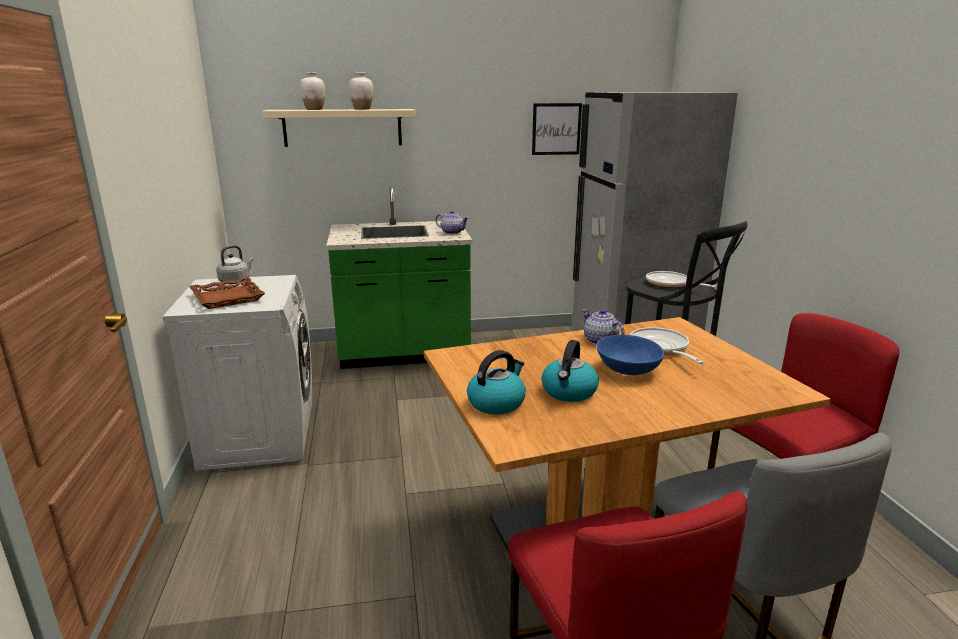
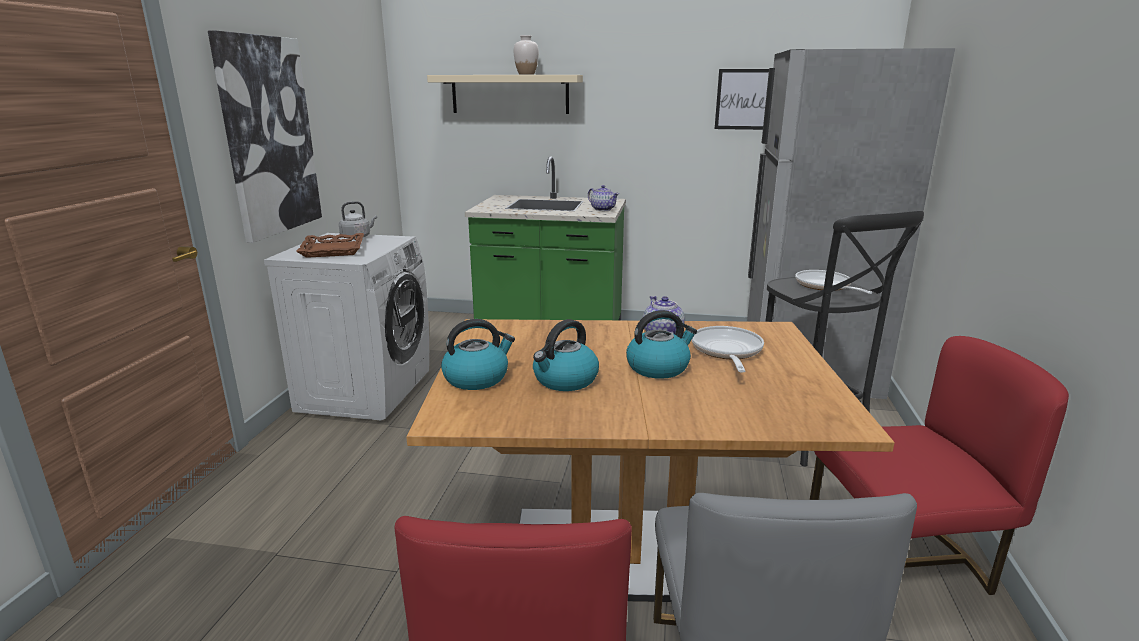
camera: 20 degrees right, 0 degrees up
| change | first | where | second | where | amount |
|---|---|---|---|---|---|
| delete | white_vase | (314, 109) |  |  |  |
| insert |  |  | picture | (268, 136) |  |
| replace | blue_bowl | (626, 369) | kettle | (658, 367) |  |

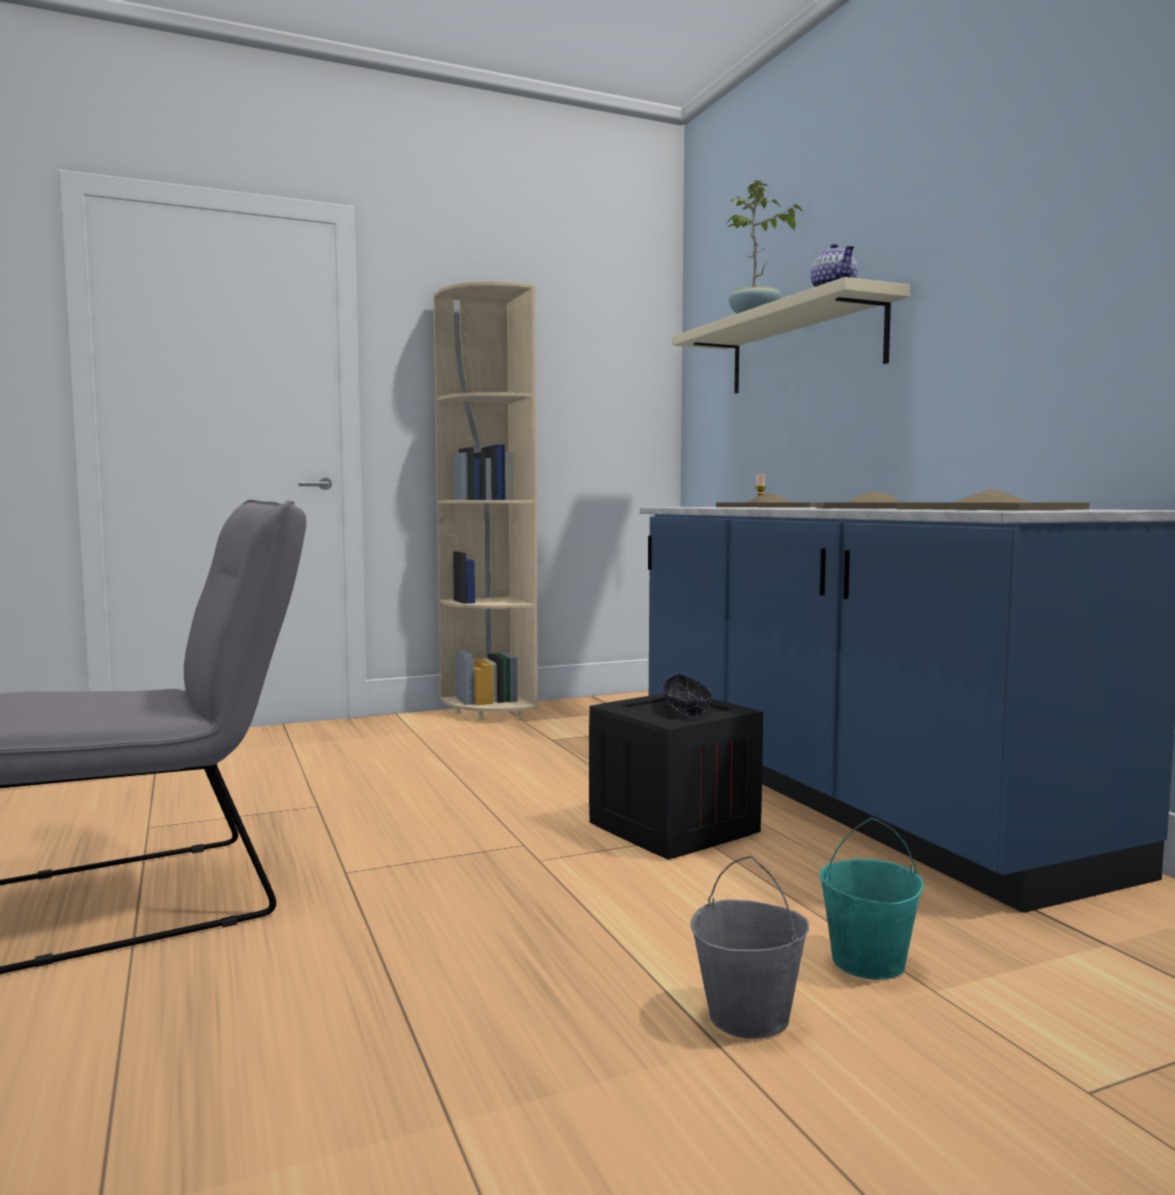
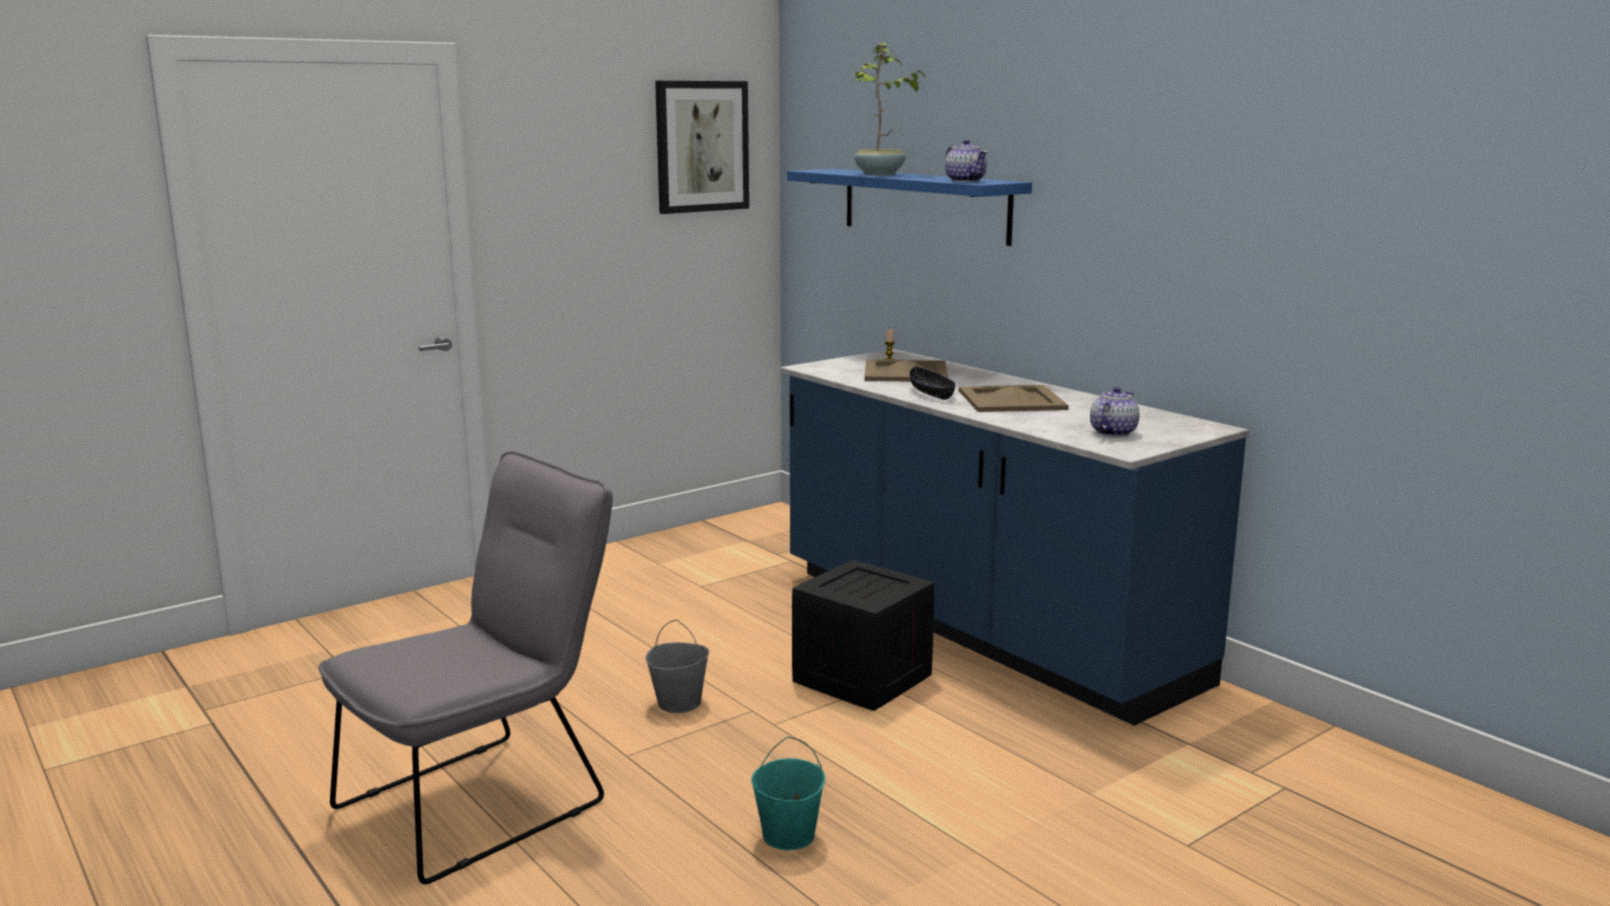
camera: 15 degrees left, 10 degrees up
| change | first | where | second | where | amount |
|---|---|---|---|---|---|
| delete | beige_bookcase | (489, 714) |  |  |  |
| insert |  |  | picture | (701, 146) |  |
| move | black_bowl | (686, 708) |  | (931, 393) |  |
| move | grey_bucket | (749, 1016) |  | (679, 703) |  |
| move | turquoise_bucket | (867, 961) |  | (788, 835) |  |
| replace | beige_tray | (989, 509) | teapot | (1112, 432) |  |
| recolor | beige_shelf | (803, 348) | blue_shelf | (924, 205) |  |

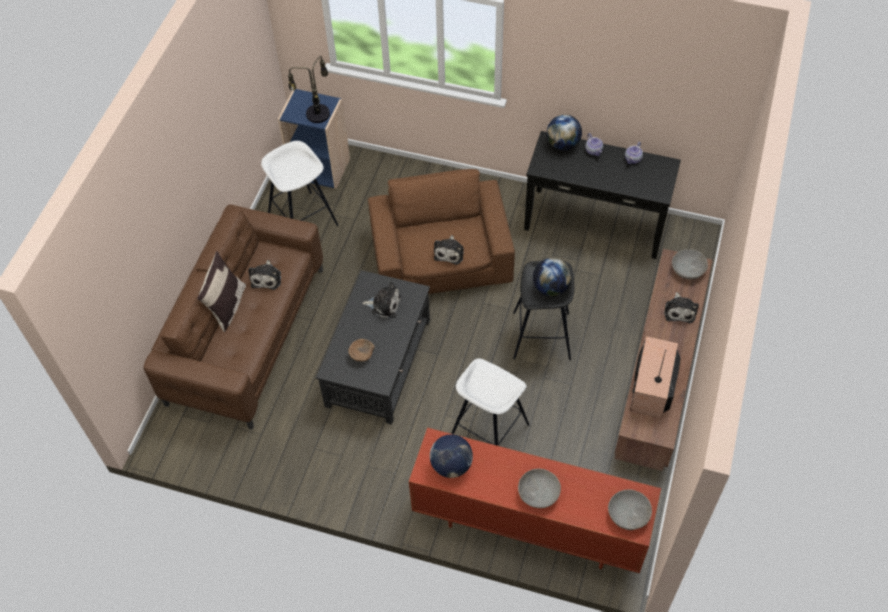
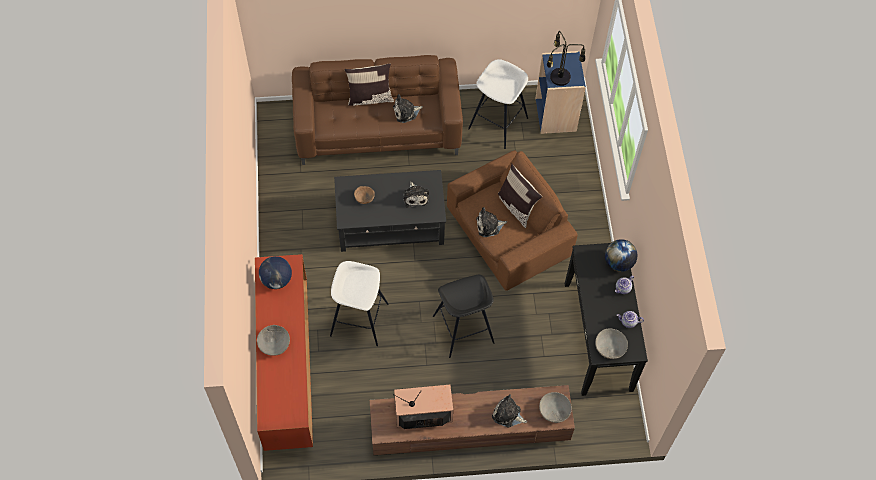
camera: 65 degrees right, 5 degrees up
| change | first | where | second | where | amount |
|---|---|---|---|---|---|
| delete | globe | (550, 288) |  |  |  |
| insert |  |  | pillow | (517, 207) |  |
| move | grey_bowl | (628, 514) |  | (610, 347) |  |
| rotate | plush_toy | (679, 310) |  | (508, 415) | 45 degrees clockwise |

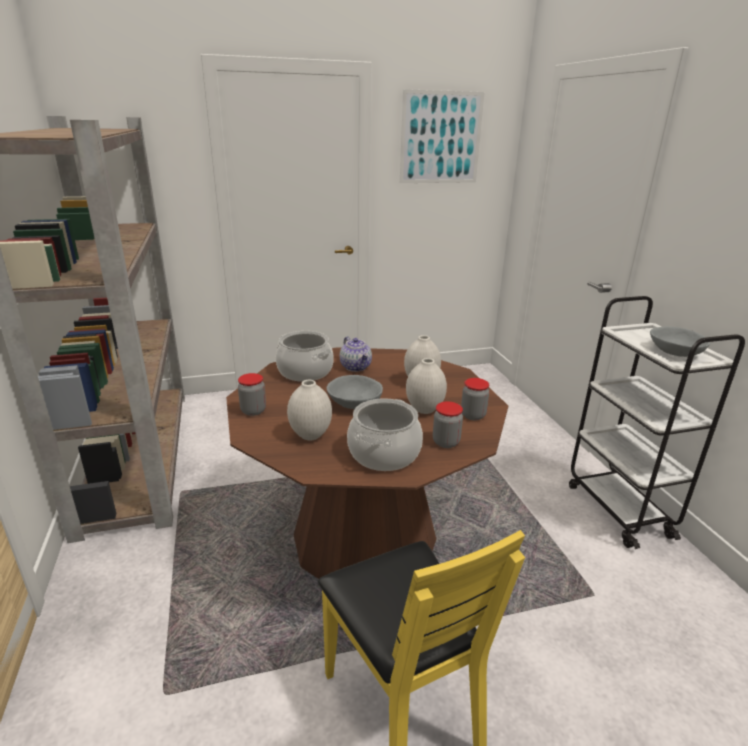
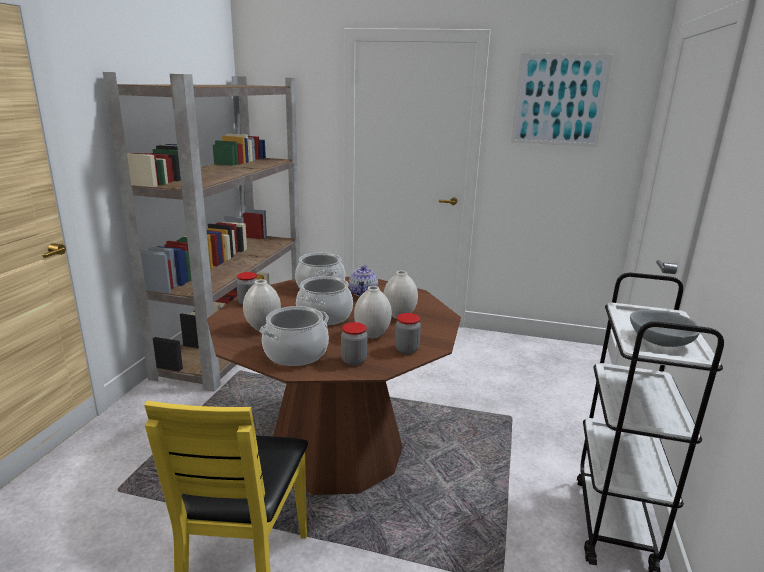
camera: 30 degrees right, 5 degrees down
| change | first | where | second | where | amount |
|---|---|---|---|---|---|
| replace | grey_bowl | (354, 403) | cooking_pot | (324, 316) |  |

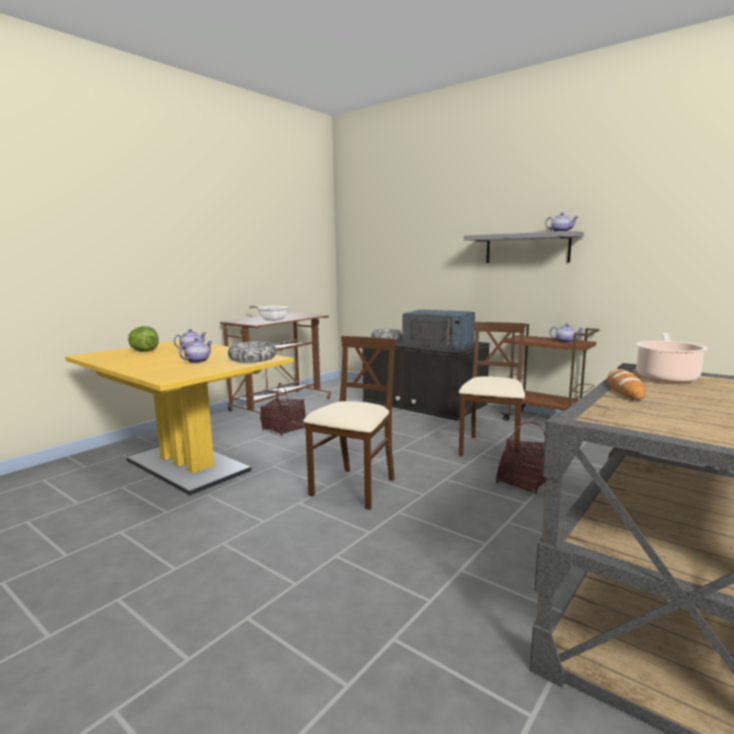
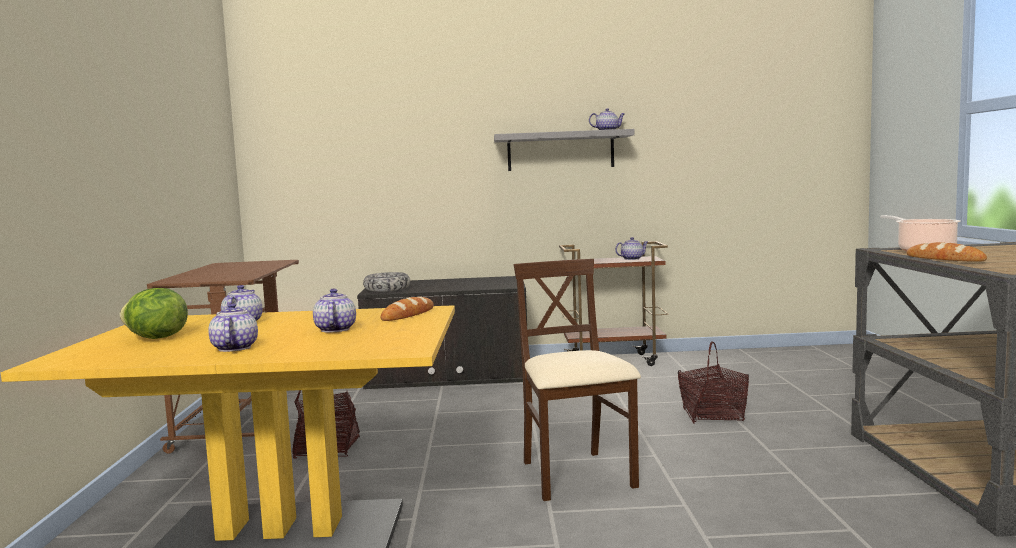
camera: 40 degrees left, 5 degrees down
| change | first | where | second | where | amount |
|---|---|---|---|---|---|
| delete | frying_pan | (271, 319) |  |  |  |
| delete | blue_microwave | (439, 344) |  |  |  |
| delete | beige_chair | (491, 449) |  |  |  |
| insert |  |  | teapot | (233, 348) |  |
| replace | bowl | (252, 359) | bread | (408, 314) |  |

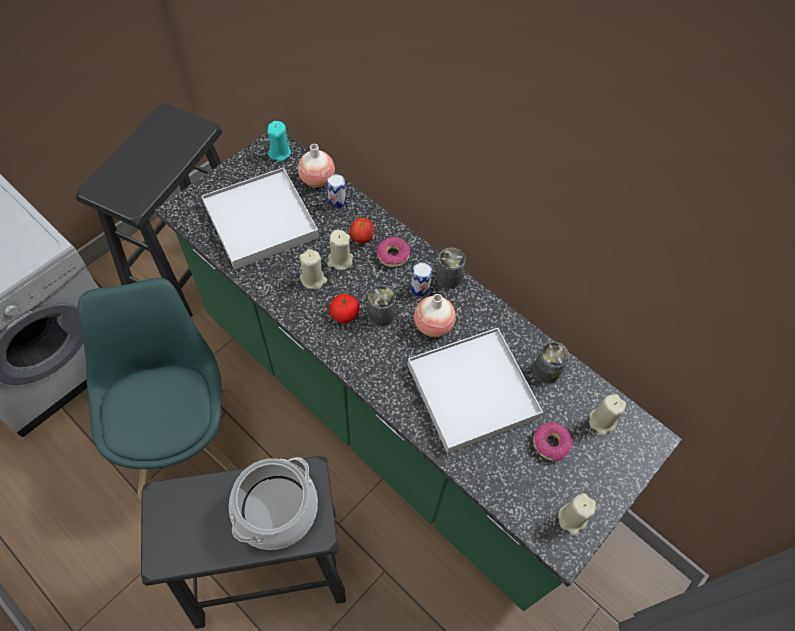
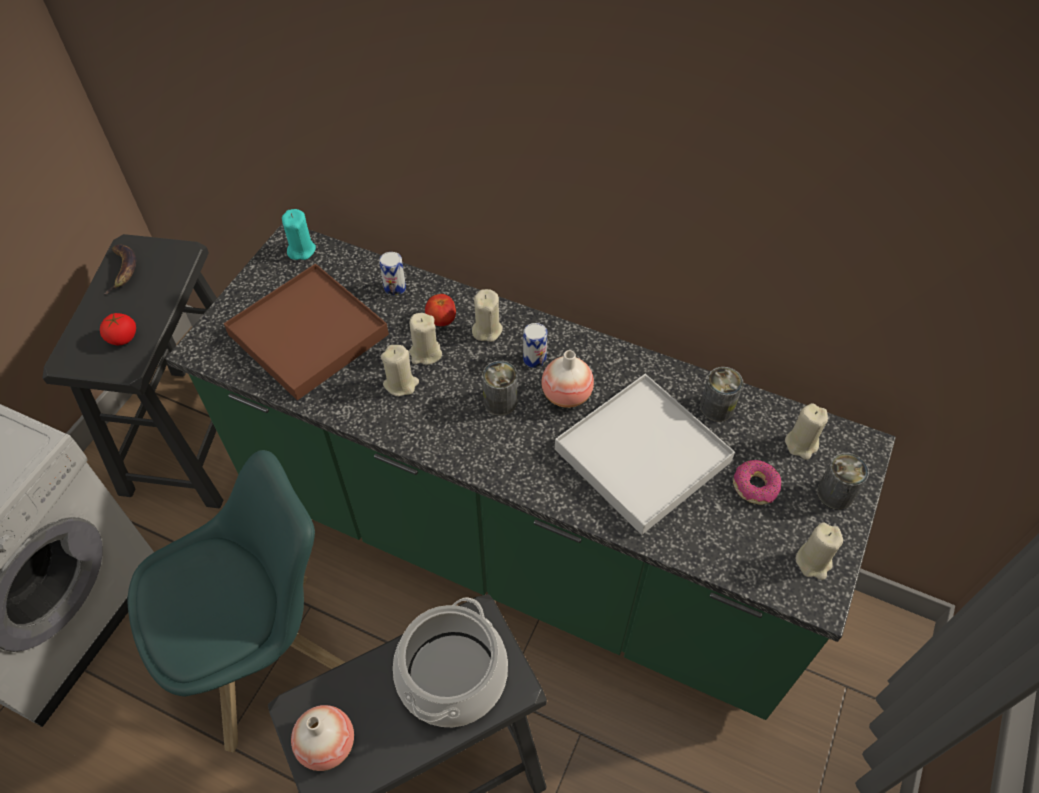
camera: 15 degrees left, 5 degrees down
| change | first | where | second | where | amount |
|---|---|---|---|---|---|
| insert |  |  | banana | (123, 270) |  |
| move | vase | (317, 179) |  | (327, 744) |  |
| move | tomato | (344, 315) |  | (123, 338) |  |
| move | can | (448, 278) |  | (835, 493) |  |
| replace | donut | (393, 255) | beige_candle | (487, 330) |  |
| recolor | white_tray | (261, 220) | brown_tray | (308, 334) |  |
| rotate | turquoise_chair | (186, 439) |  | (270, 657) | 90 degrees clockwise |

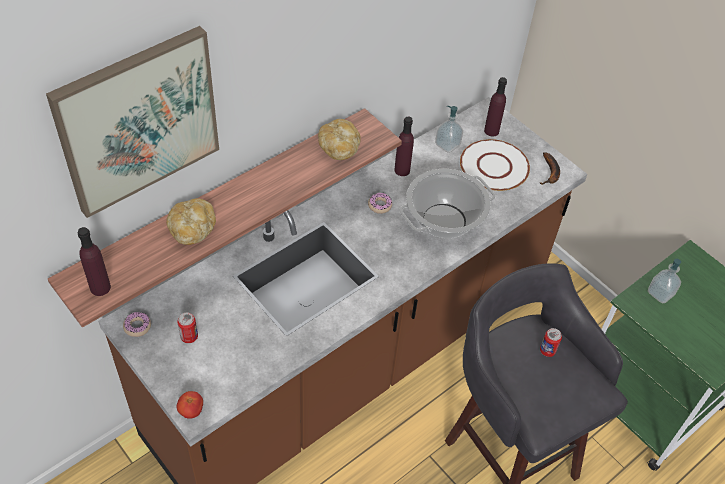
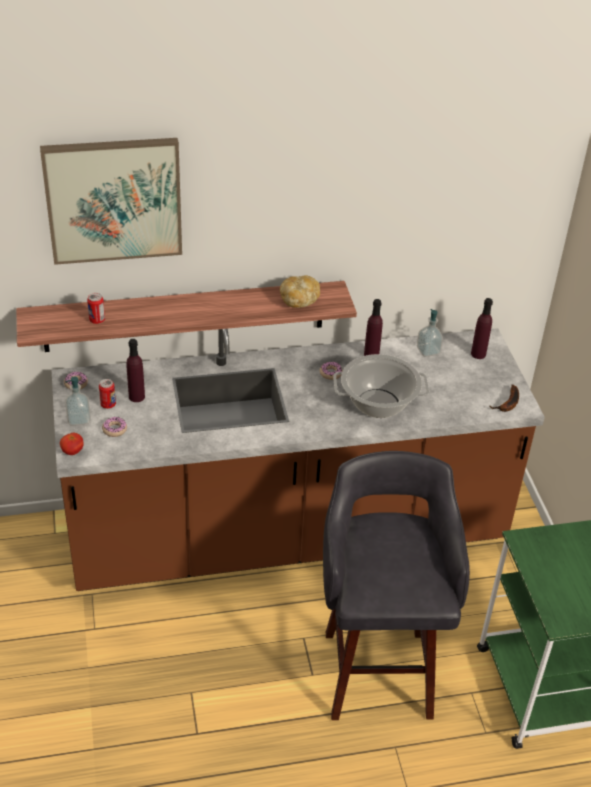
camera: 30 degrees right, 10 degrees down
| change | first | where | second | where | amount |
|---|---|---|---|---|---|
| delete | bread | (192, 229) |  |  |  |
| delete | white_plate | (493, 166) |  |  |  |
| insert |  |  | donut | (114, 429) |  |
| move | purple_bottle | (100, 287) |  | (136, 397) |  |
| move | can | (547, 350) |  | (97, 320) |  |
| move | soap_dispenser | (660, 293) |  | (79, 419) |  |

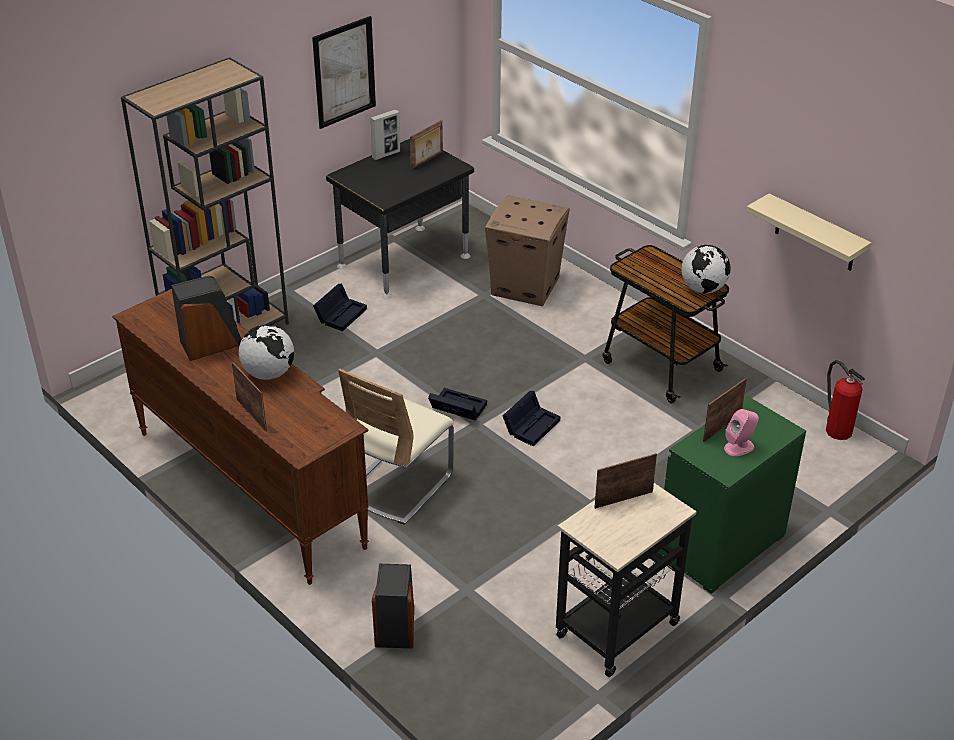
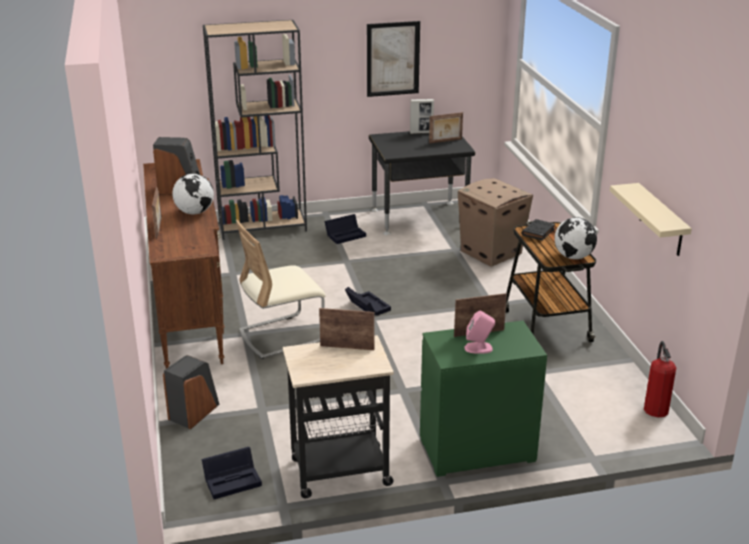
camera: 30 degrees right, 10 degrees down
| change | first | where | second | where | amount |
|---|---|---|---|---|---|
| insert |  |  | black_book | (538, 232) |  |
| move | black_storage_box | (531, 425) |  | (233, 480) |  |

